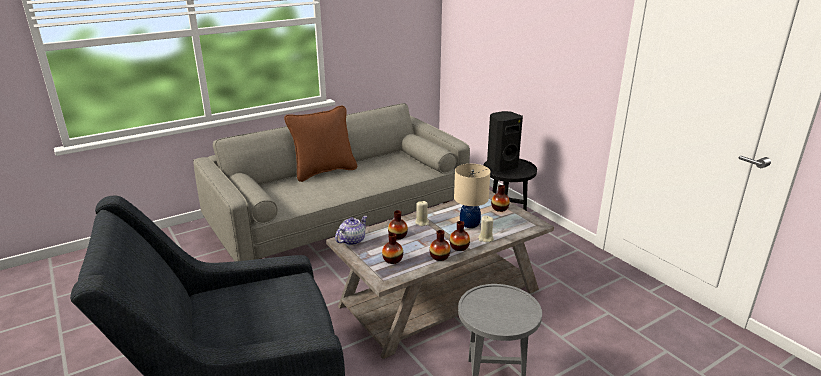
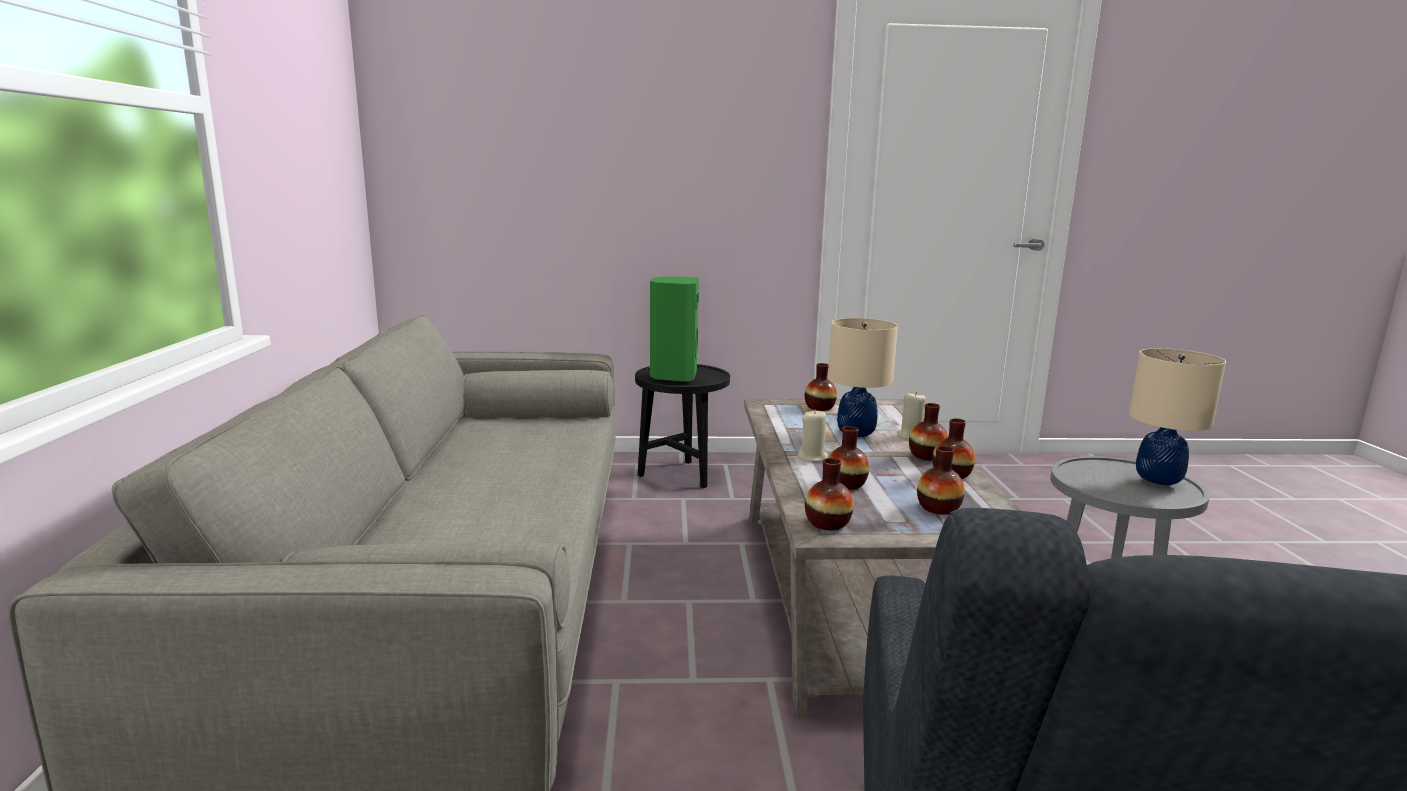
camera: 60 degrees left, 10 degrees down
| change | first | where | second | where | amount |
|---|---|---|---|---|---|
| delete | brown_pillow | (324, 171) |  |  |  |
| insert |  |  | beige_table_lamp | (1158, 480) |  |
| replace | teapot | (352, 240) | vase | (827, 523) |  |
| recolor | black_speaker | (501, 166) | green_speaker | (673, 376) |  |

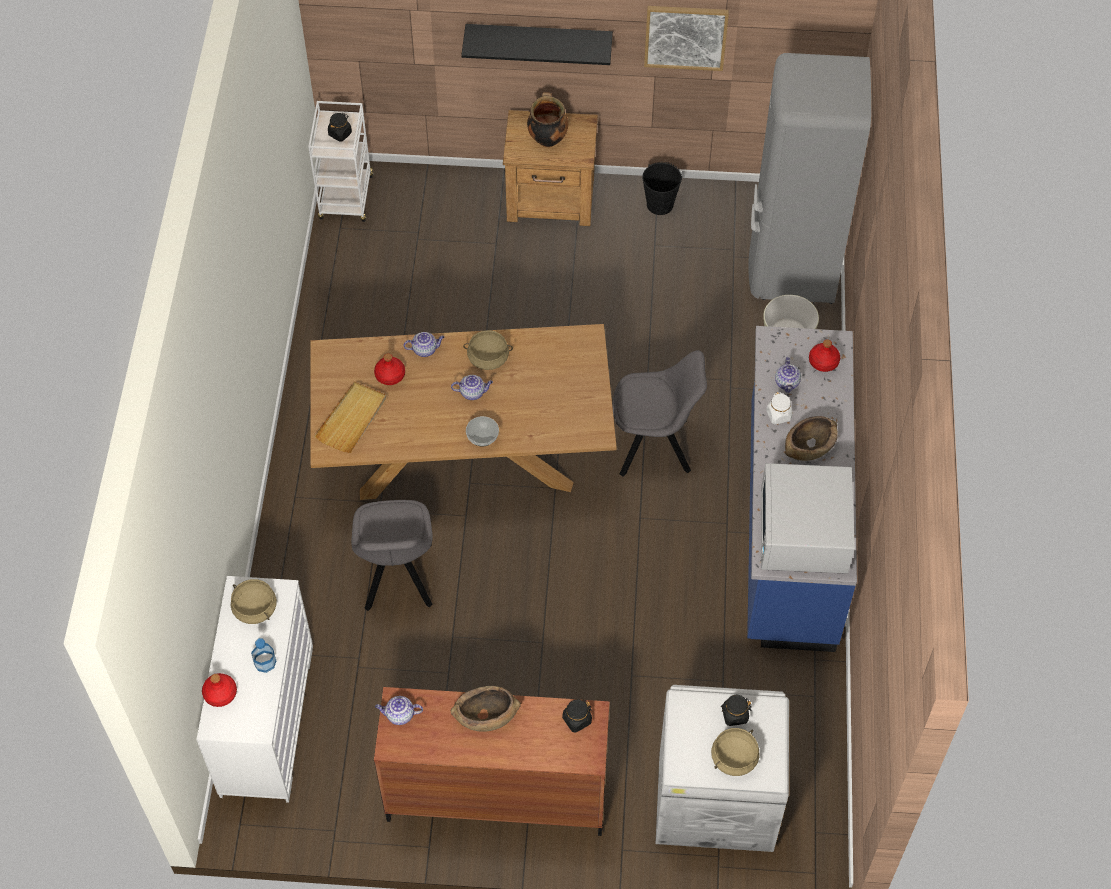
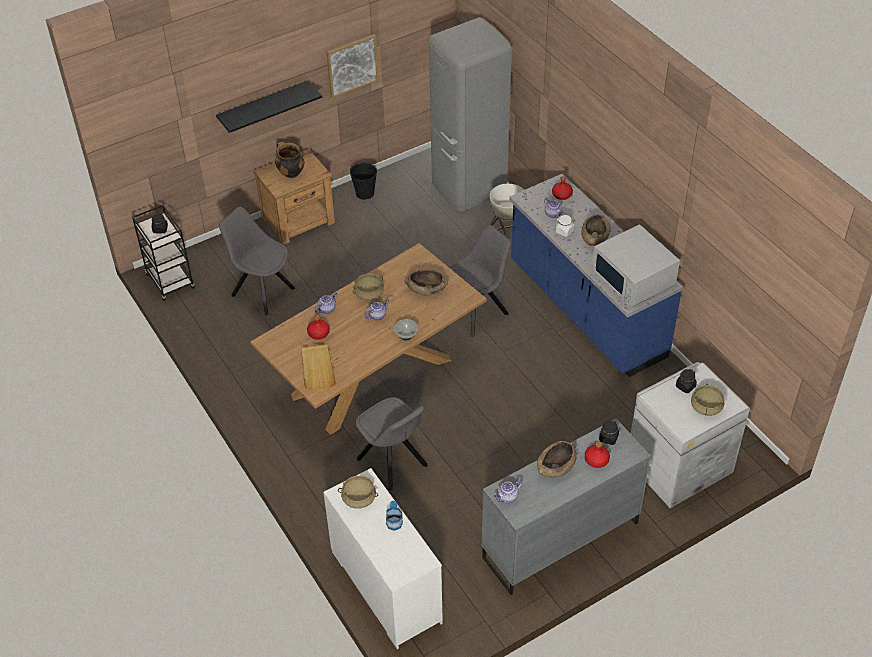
camera: 35 degrees left, 10 degrees down
| change | first | where | second | where | amount |
|---|---|---|---|---|---|
| insert |  |  | grey_chair | (262, 292) |  |
| insert |  |  | brown_bowl | (426, 289) |  |
| move | red_bottle | (220, 693) |  | (596, 460) |  |
| recolor | white_cart | (346, 198) | black_cart | (170, 282) |  |
| recolor | brown_dresser | (496, 797) | grey_dresser | (561, 541) |  |

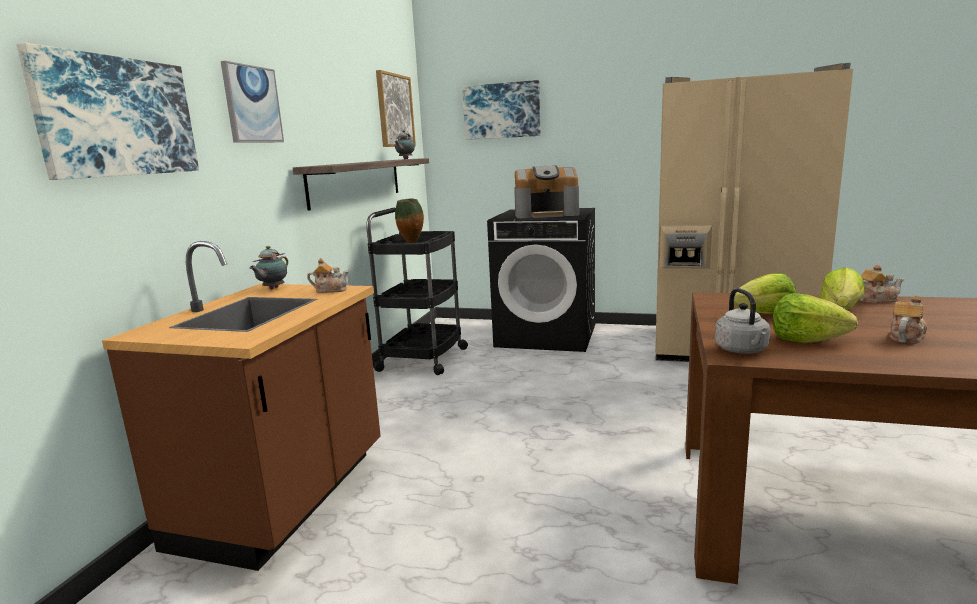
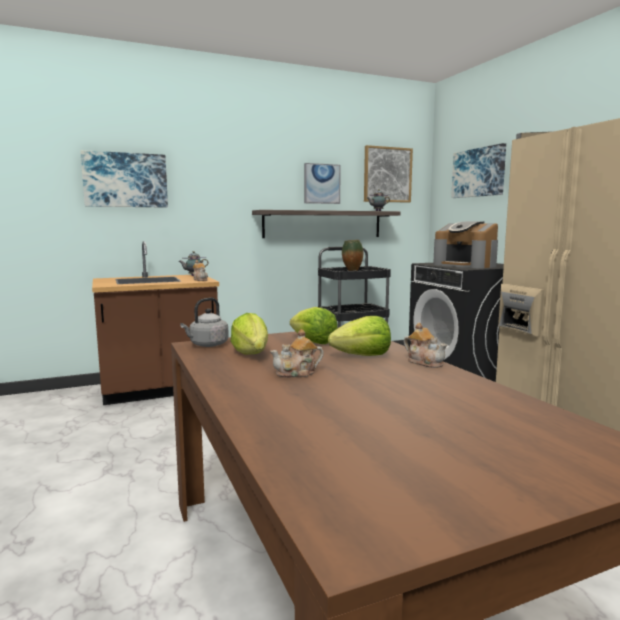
camera: 50 degrees right, 5 degrees down
| change | first | where | second | where | amount |
|---|---|---|---|---|---|
| move | picture | (252, 104) |  | (321, 184) |  |
| rotate | teapot | (905, 337) |  | (297, 373) | 150 degrees clockwise |

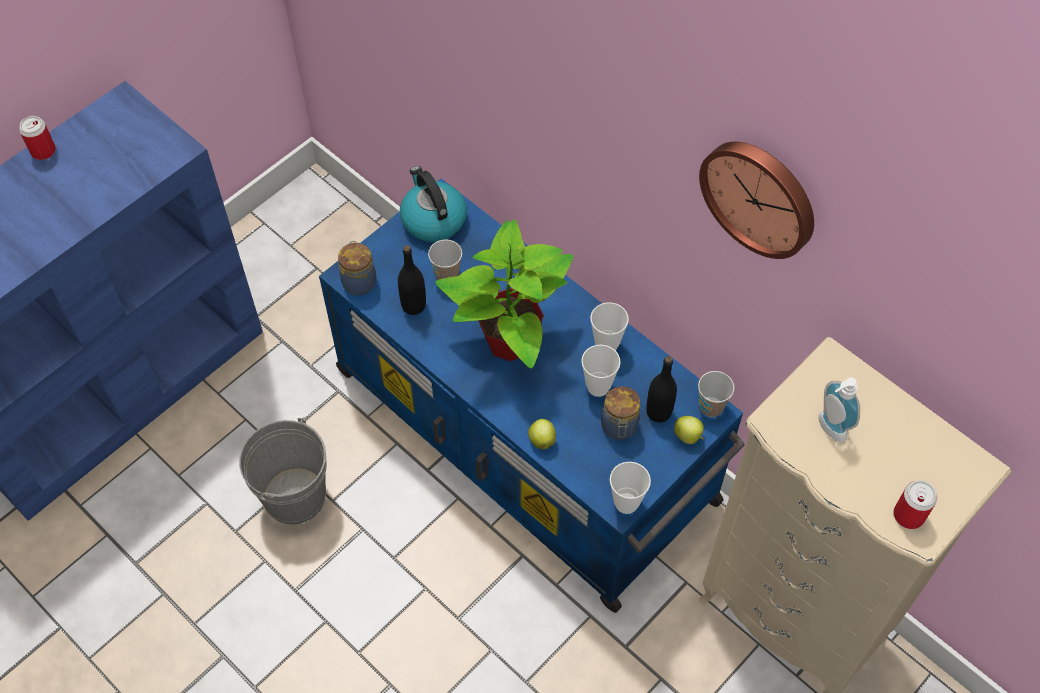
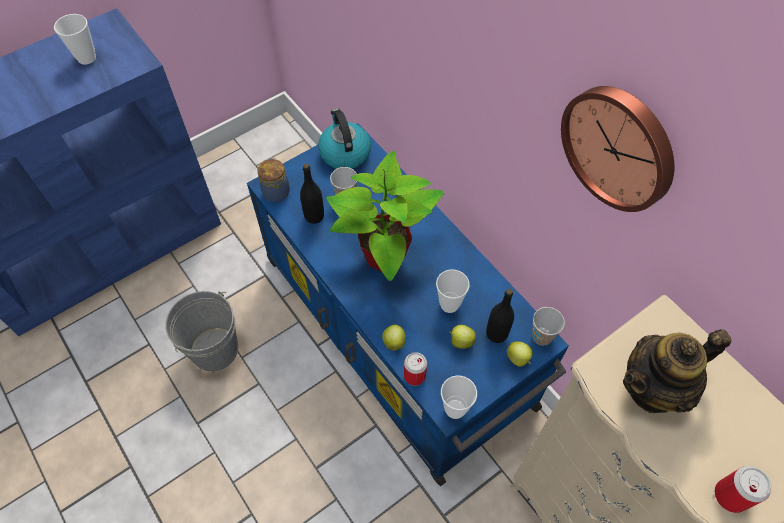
camera: 10 degrees right, 0 degrees up
| change | first | where | second | where | amount |
|---|---|---|---|---|---|
| move | can | (43, 151) |  | (414, 375) |  |
| move | cup | (606, 345) |  | (86, 58) |  |
| replace | jar | (619, 427) | apple | (461, 341) |  |
| replace | soap_dispenser | (828, 429) | teapot | (654, 388) |  |

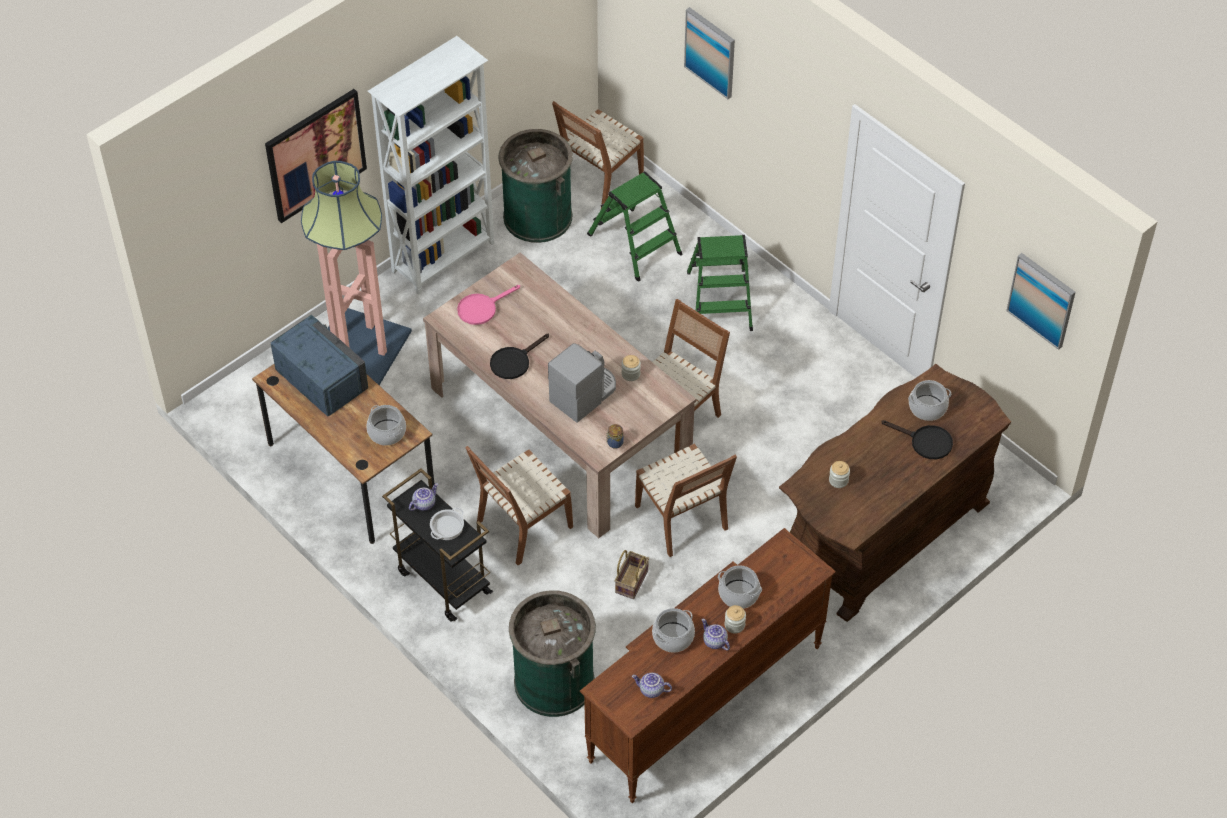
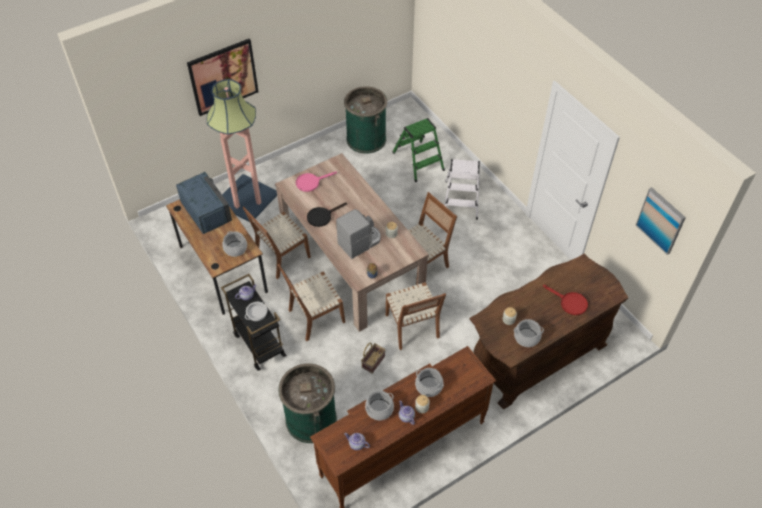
camera: 10 degrees right, 0 degrees up
| change | first | where | second | where | amount |
|---|---|---|---|---|---|
| delete | white_bookcase | (444, 257) |  |  |  |
| delete | picture | (710, 52) |  |  |  |
| move | chair | (598, 181) |  | (280, 257) |  |
| move | cooking_pot | (927, 408) |  | (526, 337) |  |
| recolor | green_step_ladder | (719, 300) | white_step_ladder | (461, 199) |  |
| recolor | black_frying_pan | (925, 442) | red_frying_pan | (570, 303) |  |

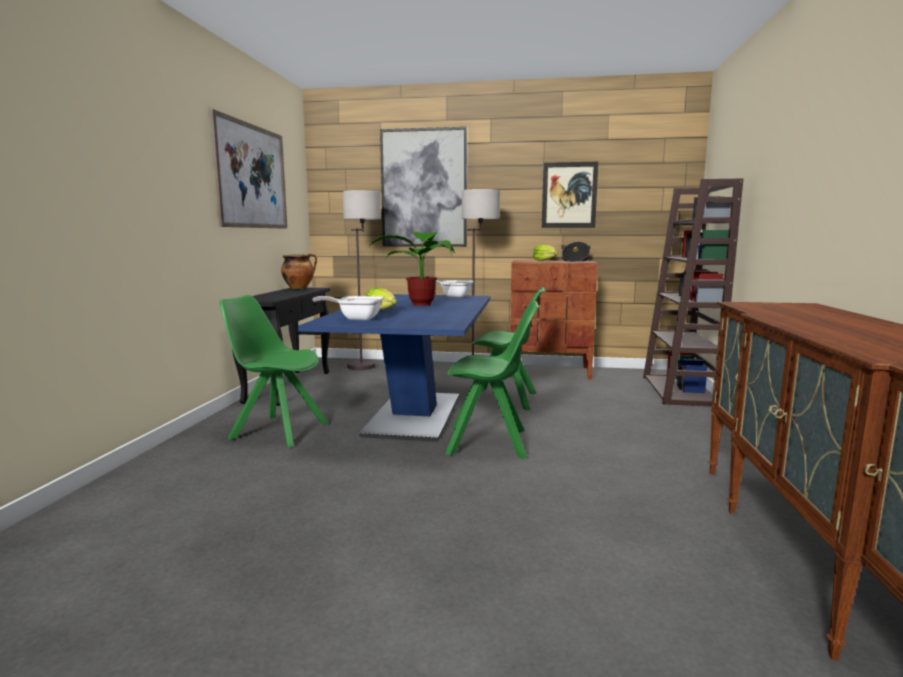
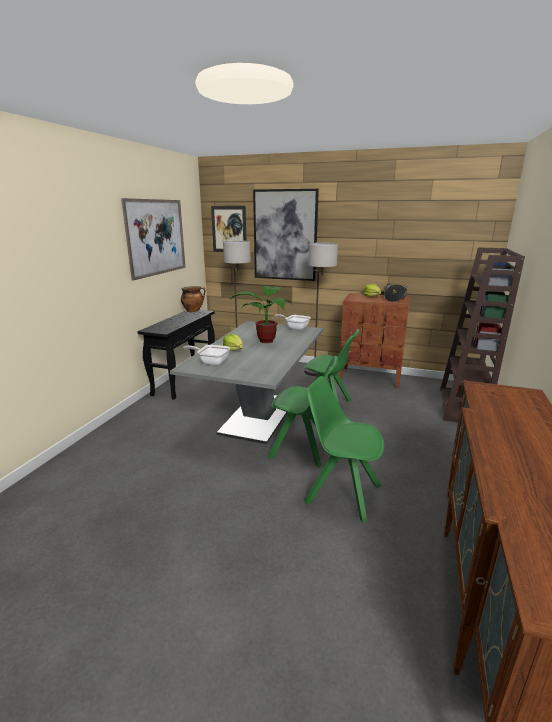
camera: 10 degrees right, 10 degrees up
| change | first | where | second | where | amount |
|---|---|---|---|---|---|
| move | green_chair | (278, 430) |  | (341, 493) |  |
| move | picture | (569, 195) |  | (229, 229) |  |
| recolor | blue_dining_table | (414, 414) | grey_dining_table | (259, 416) |  |

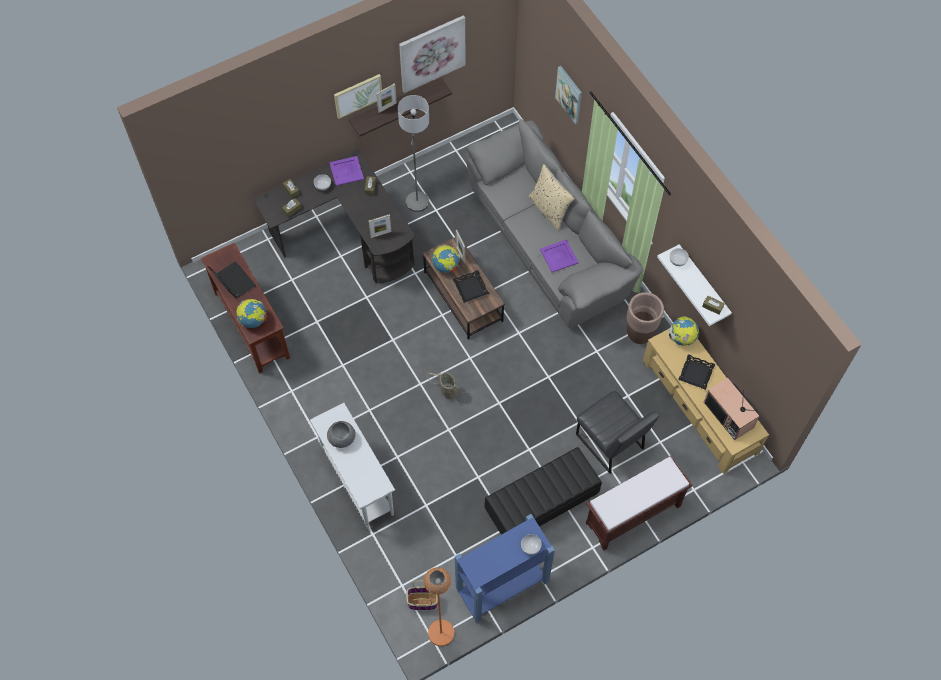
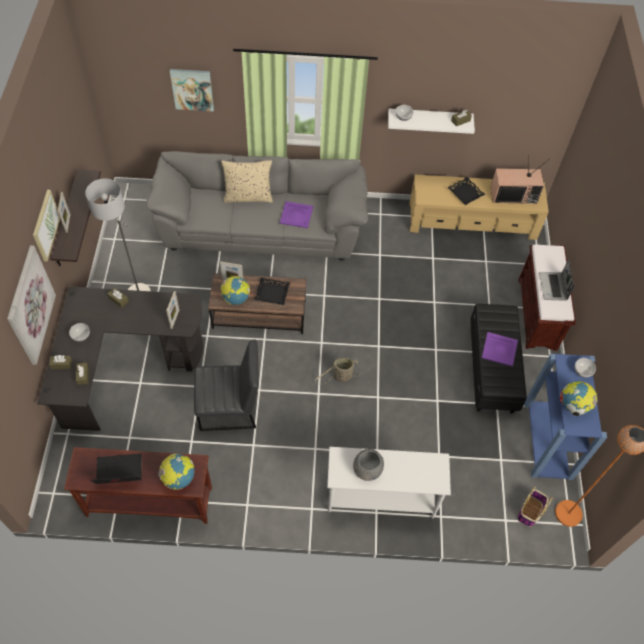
camera: 60 degrees left, 5 degrees down
| change | first | where | second | where | amount |
|---|---|---|---|---|---|
| delete | brown_planter | (639, 334) |  |  |  |
| insert |  |  | laptop | (553, 287) |  |
| move | purple_tray | (346, 171) |  | (500, 349) |  |
| move | picture | (432, 53) |  | (30, 305) |  |
| move | grey_chair | (610, 443) |  | (230, 409) |  |
| move | globe | (682, 338) |  | (573, 406) |  |

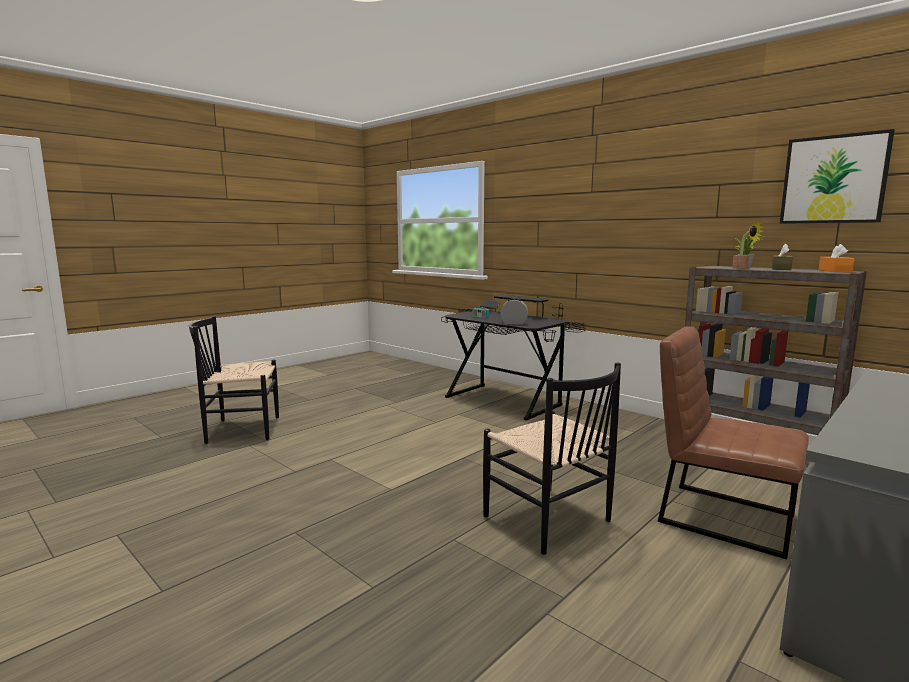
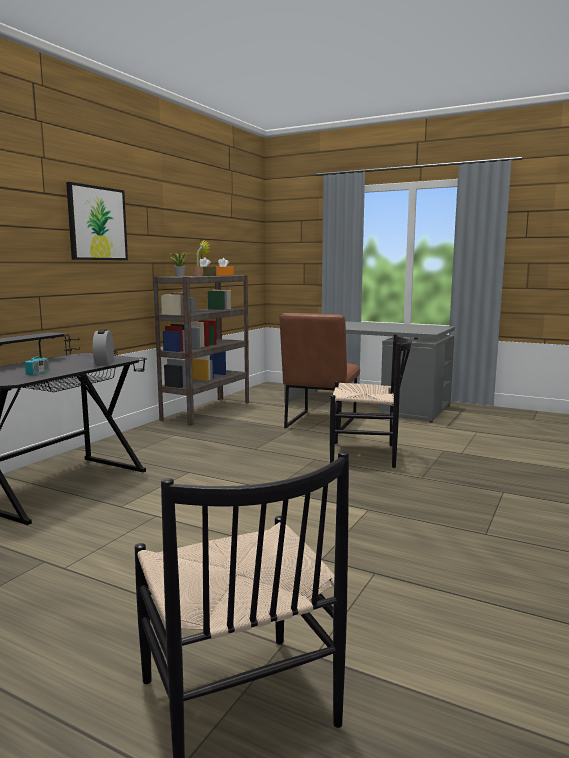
camera: 105 degrees left, 0 degrees up
| change | first | where | second | where | amount |
|---|---|---|---|---|---|
| move | picture | (833, 179) |  | (97, 223) |  |
| rotate | black_chair | (550, 522) |  | (367, 455) | 60 degrees clockwise |

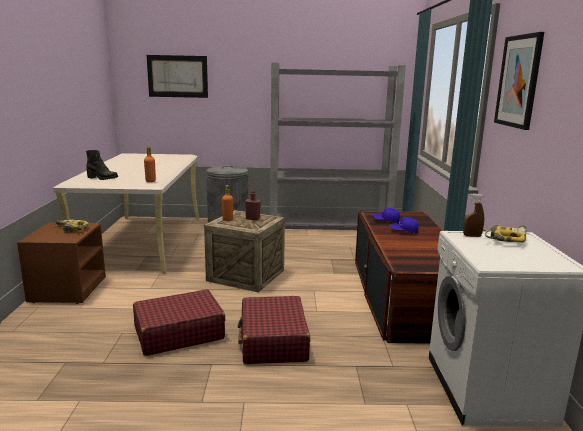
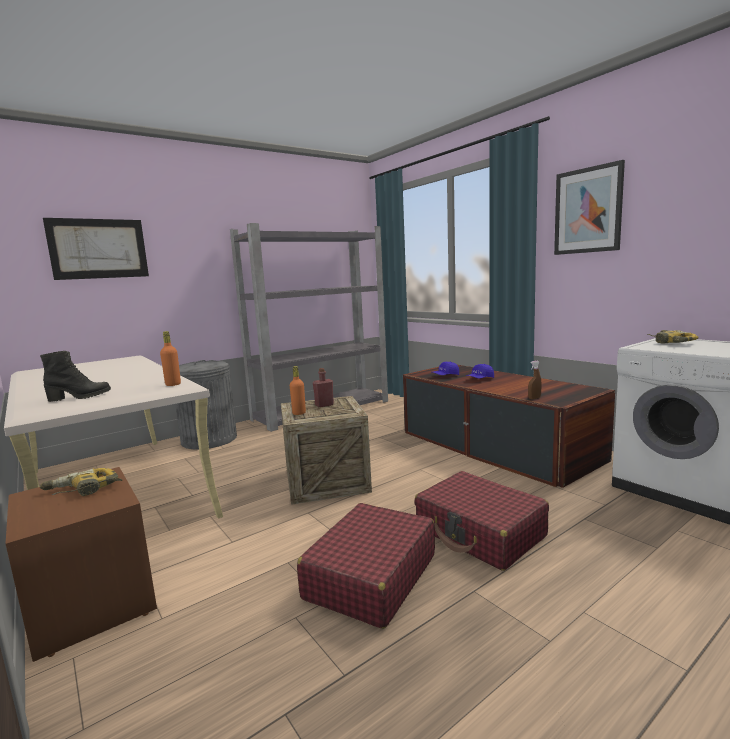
camera: 35 degrees left, 5 degrees down
| change | first | where | second | where | amount |
|---|---|---|---|---|---|
| move | brown_spray_bottle | (472, 236) |  | (534, 398) |  |

